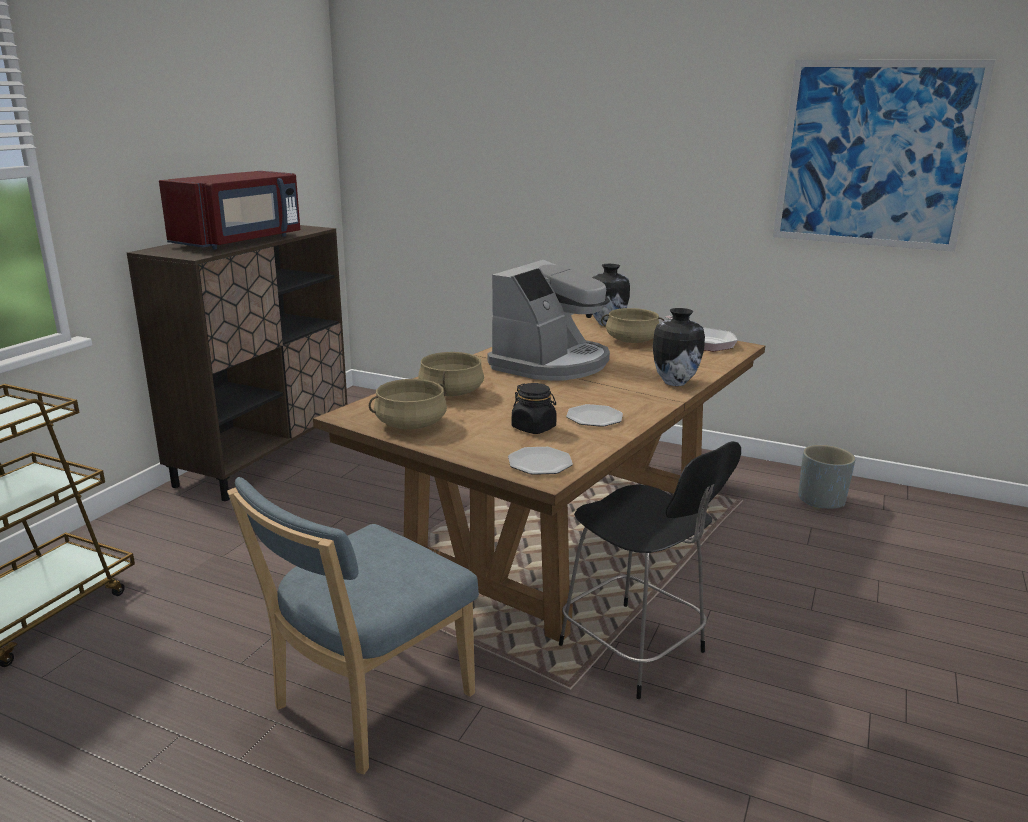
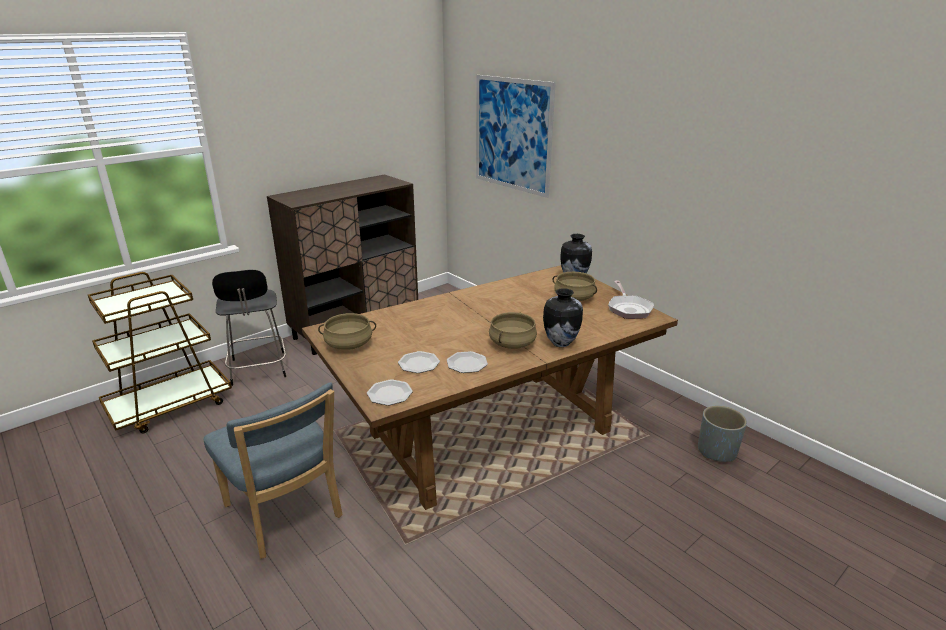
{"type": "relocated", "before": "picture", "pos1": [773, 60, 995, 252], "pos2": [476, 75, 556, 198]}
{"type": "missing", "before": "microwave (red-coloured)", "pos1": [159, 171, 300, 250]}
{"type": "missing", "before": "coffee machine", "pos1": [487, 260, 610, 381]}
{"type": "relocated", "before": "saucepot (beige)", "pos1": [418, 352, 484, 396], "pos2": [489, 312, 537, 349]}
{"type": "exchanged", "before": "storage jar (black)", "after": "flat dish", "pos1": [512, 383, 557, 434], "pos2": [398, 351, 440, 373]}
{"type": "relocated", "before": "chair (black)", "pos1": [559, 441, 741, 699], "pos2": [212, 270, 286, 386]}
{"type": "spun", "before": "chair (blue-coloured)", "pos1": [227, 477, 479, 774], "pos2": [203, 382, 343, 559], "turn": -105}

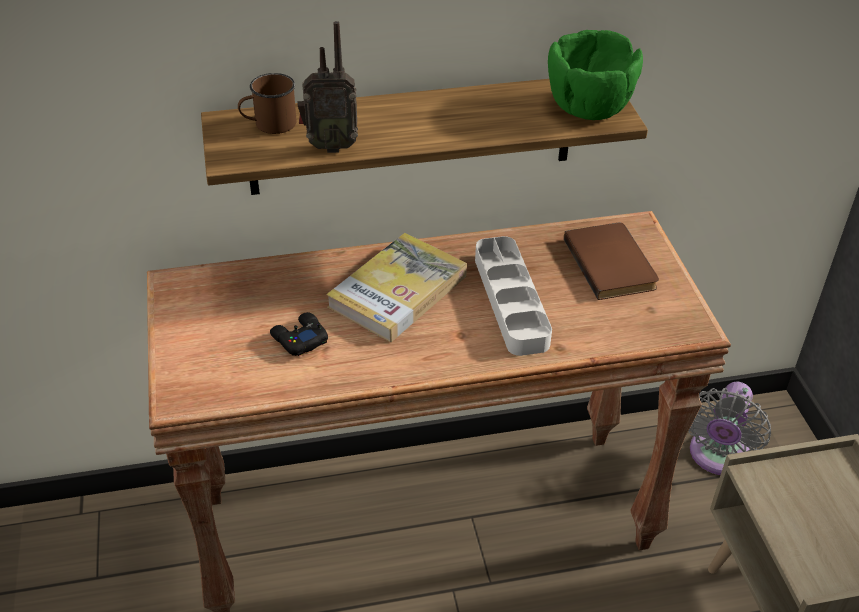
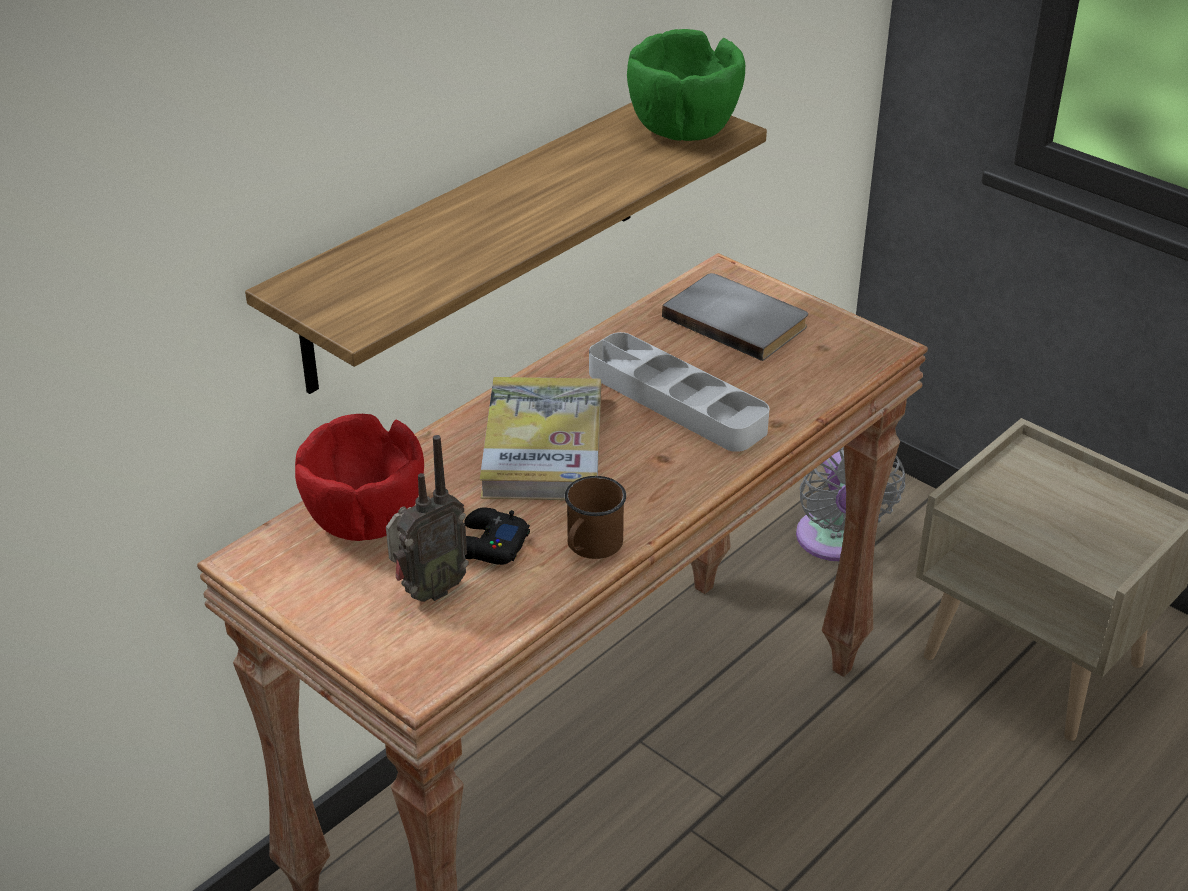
{"type": "relocated", "before": "radio", "pos1": [298, 21, 358, 153], "pos2": [386, 435, 469, 602]}
{"type": "relocated", "before": "tea mug (brown-coloured)", "pos1": [238, 73, 296, 134], "pos2": [565, 476, 626, 559]}
{"type": "colour", "before": "bound book (brown-coloured)", "after": "bound book (greyish)", "pos1": [564, 222, 659, 300], "pos2": [662, 273, 808, 361]}
{"type": "appeared", "after": "bowl (red-coloured)", "pos2": [295, 414, 424, 541]}

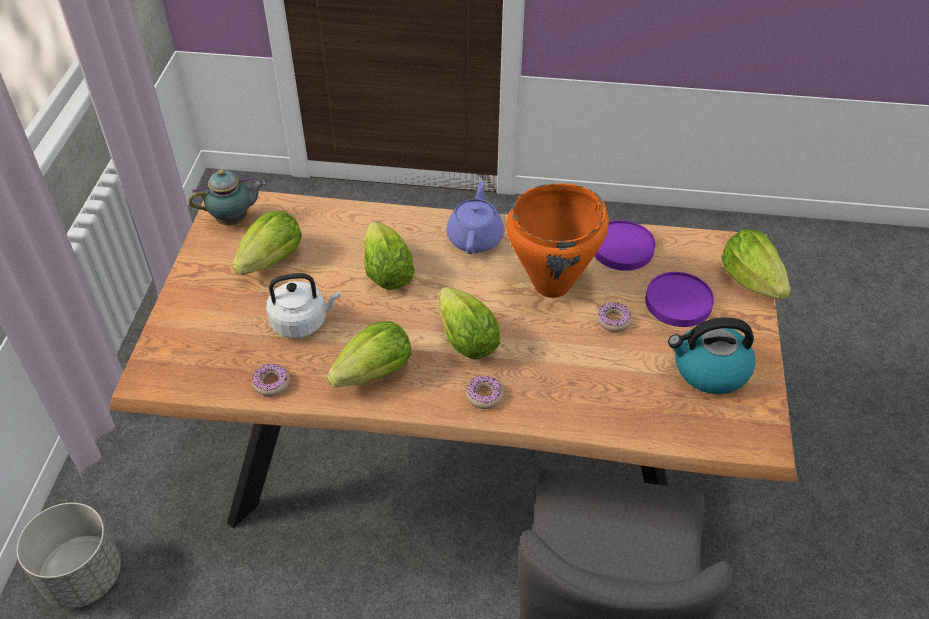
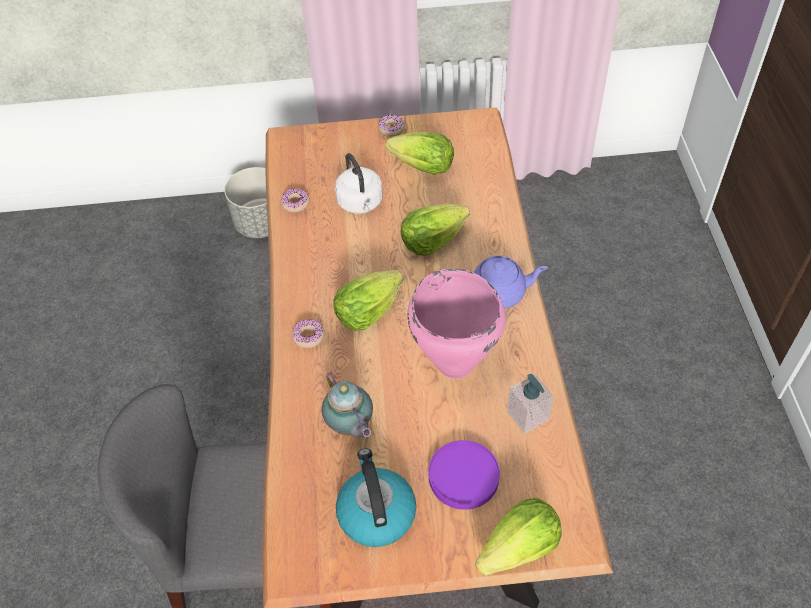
{"type": "relocated", "before": "teapot", "pos1": [189, 169, 266, 225], "pos2": [322, 372, 373, 437]}
{"type": "colour", "before": "saucepot (orange-coloured)", "after": "saucepot (pinkish)", "pos1": [506, 183, 609, 298], "pos2": [407, 268, 506, 379]}
{"type": "exchanged", "before": "flat dish (purplish)", "after": "liquid soap bottle", "pos1": [594, 220, 655, 271], "pos2": [507, 374, 553, 434]}
{"type": "relocated", "before": "ring doughnut", "pos1": [596, 302, 632, 332], "pos2": [378, 115, 405, 137]}
{"type": "missing", "before": "lettuce", "pos1": [327, 321, 411, 388]}

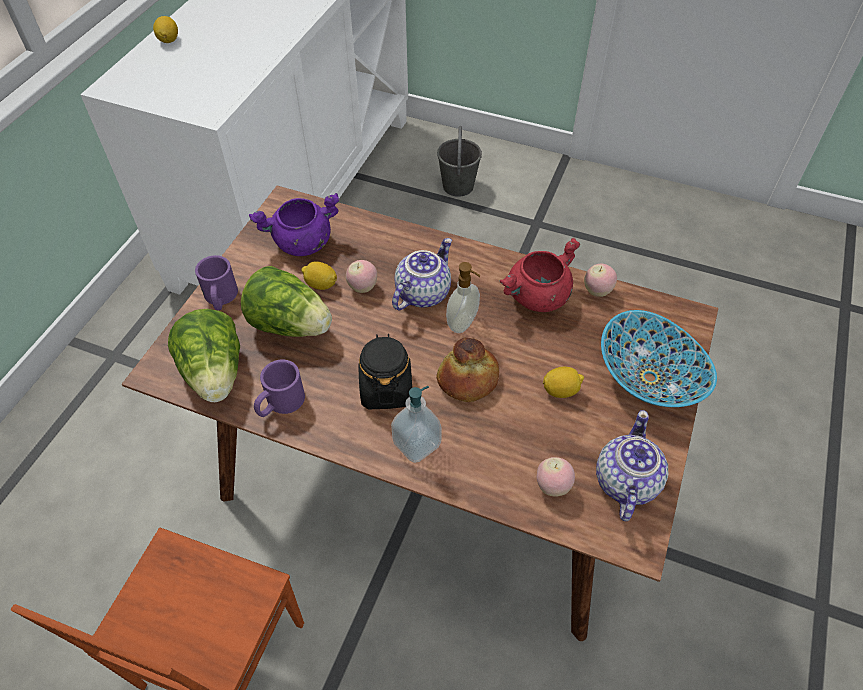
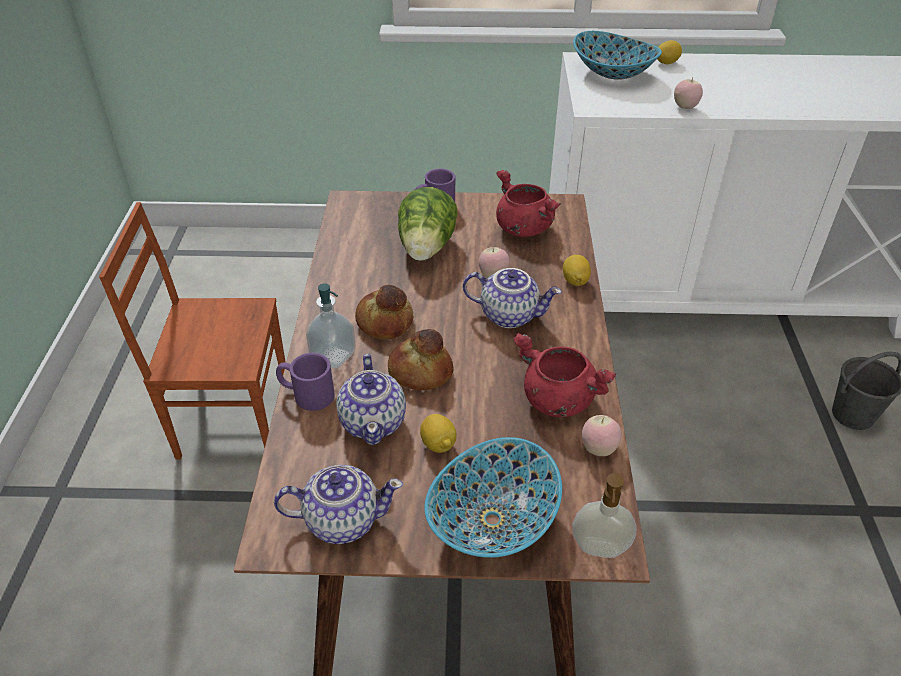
{"type": "colour", "before": "saucepot (purplish)", "after": "saucepot (red-coloured)", "pos1": [249, 193, 340, 256], "pos2": [496, 170, 561, 237]}
{"type": "relocated", "before": "citrus fruit", "pos1": [301, 262, 337, 290], "pos2": [563, 255, 591, 286]}
{"type": "relocated", "before": "liquid soap bottle", "pos1": [446, 262, 481, 333], "pos2": [573, 473, 637, 558]}
{"type": "missing", "before": "lettuce", "pos1": [168, 309, 240, 402]}
{"type": "exchanged", "before": "storage jar (black)", "after": "bakery bread", "pos1": [359, 334, 412, 409], "pos2": [355, 285, 414, 339]}
{"type": "relocated", "before": "tea mug (purplish)", "pos1": [254, 360, 305, 417], "pos2": [276, 353, 335, 411]}
{"type": "relocated", "before": "apple", "pos1": [537, 457, 575, 497], "pos2": [674, 78, 703, 109]}
{"type": "appeared", "after": "bowl", "pos2": [573, 31, 662, 80]}
{"type": "appeared", "after": "teapot", "pos2": [336, 354, 406, 445]}

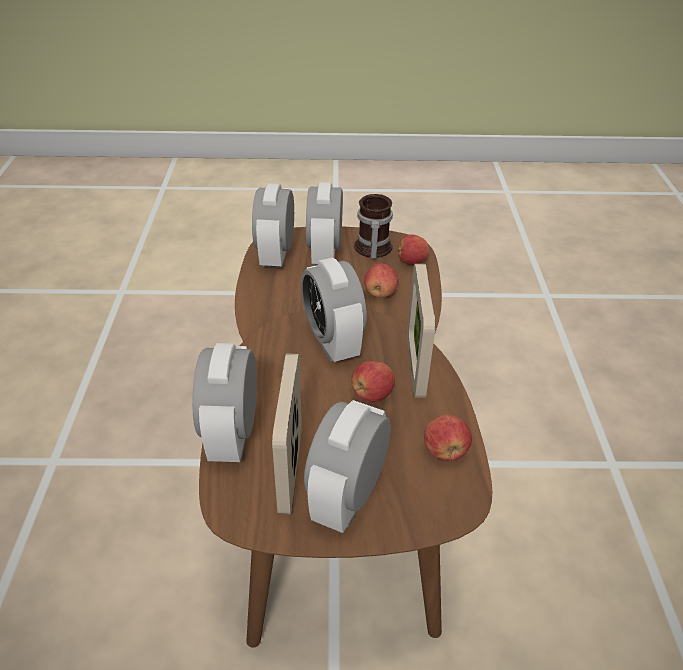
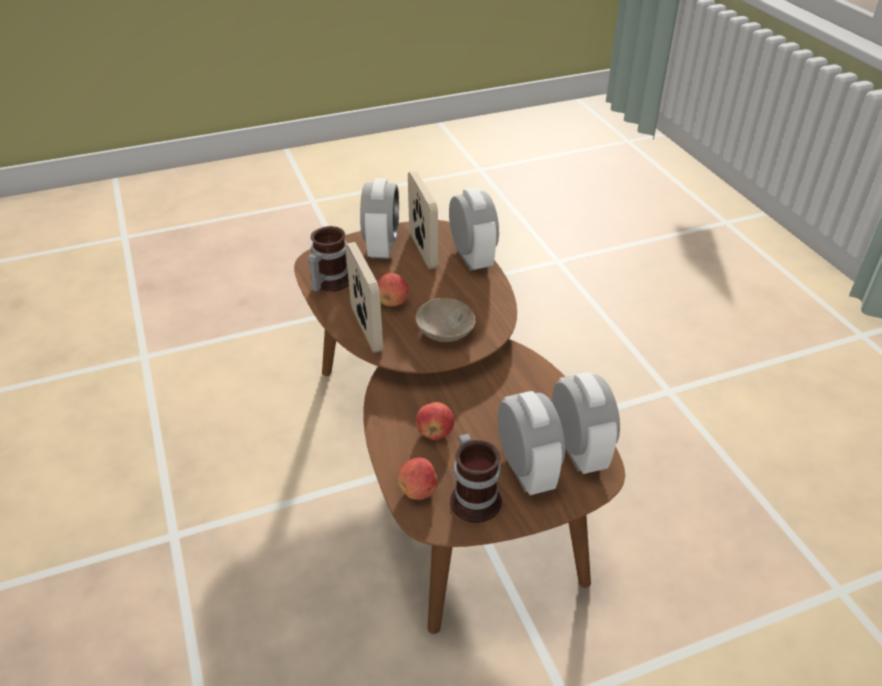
{"type": "exchanged", "before": "table clock", "after": "bowl (beige)", "pos1": [301, 258, 367, 362], "pos2": [416, 298, 475, 342]}
{"type": "exchanged", "before": "apple", "after": "tea mug", "pos1": [424, 415, 472, 461], "pos2": [308, 226, 349, 292]}

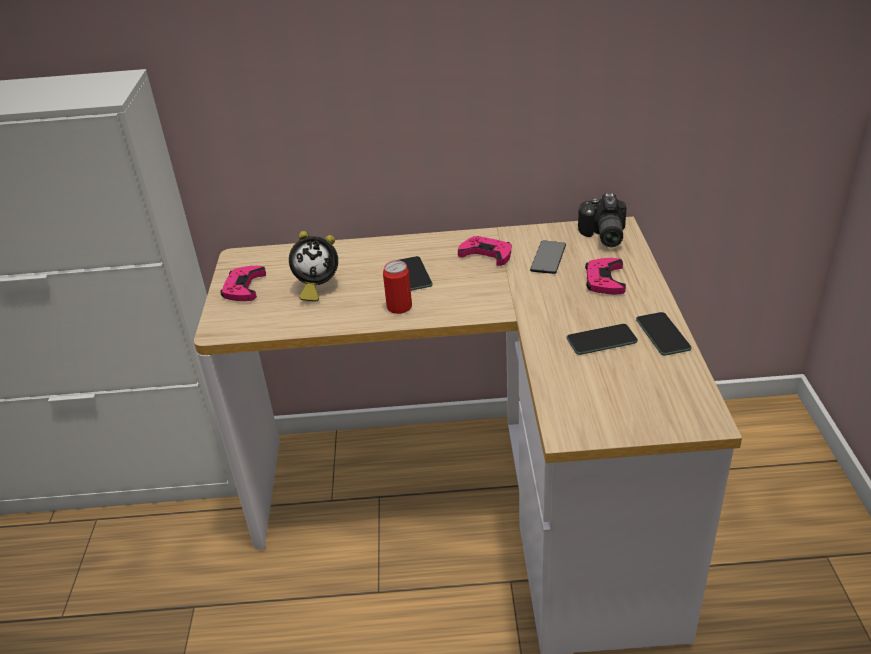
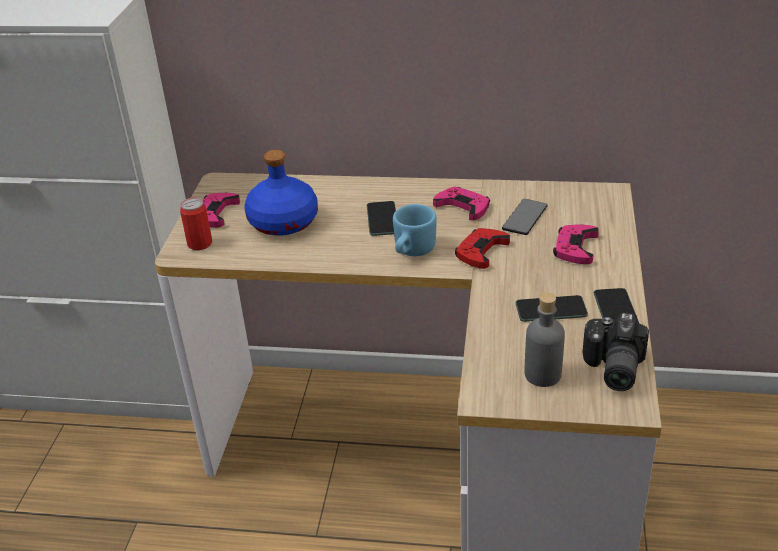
{"type": "relocated", "before": "photo camera", "pos1": [578, 193, 626, 247], "pos2": [582, 312, 649, 391]}
{"type": "exchanged", "before": "table clock", "after": "drink bottle (blue-coloured)", "pos1": [289, 231, 338, 302], "pos2": [244, 150, 318, 236]}
{"type": "relocated", "before": "metal can", "pos1": [383, 260, 412, 314], "pos2": [180, 197, 212, 250]}
{"type": "appeared", "after": "tea mug (blue-coloured)", "pos2": [393, 204, 437, 256]}
{"type": "appeared", "after": "game controller (red-coloured)", "pos2": [455, 228, 510, 269]}
{"type": "appeared", "after": "drink bottle (greyish)", "pos2": [525, 293, 565, 387]}

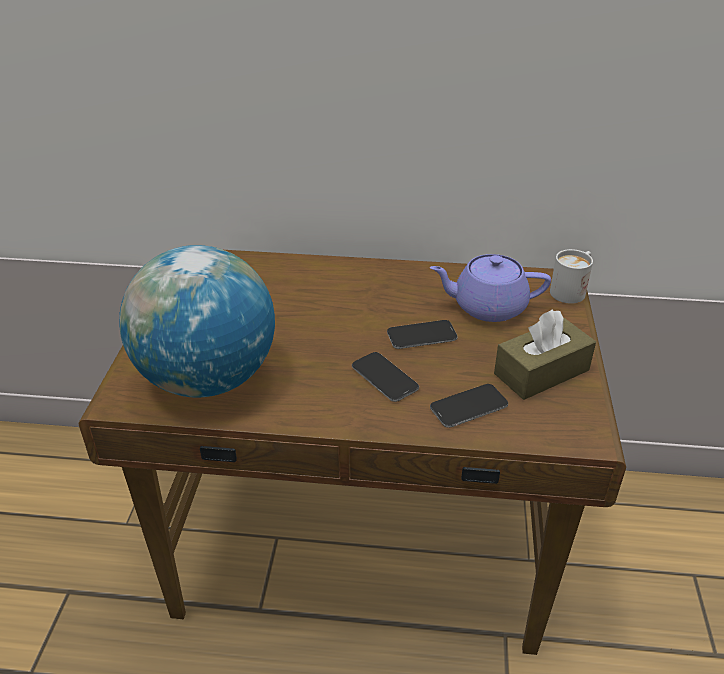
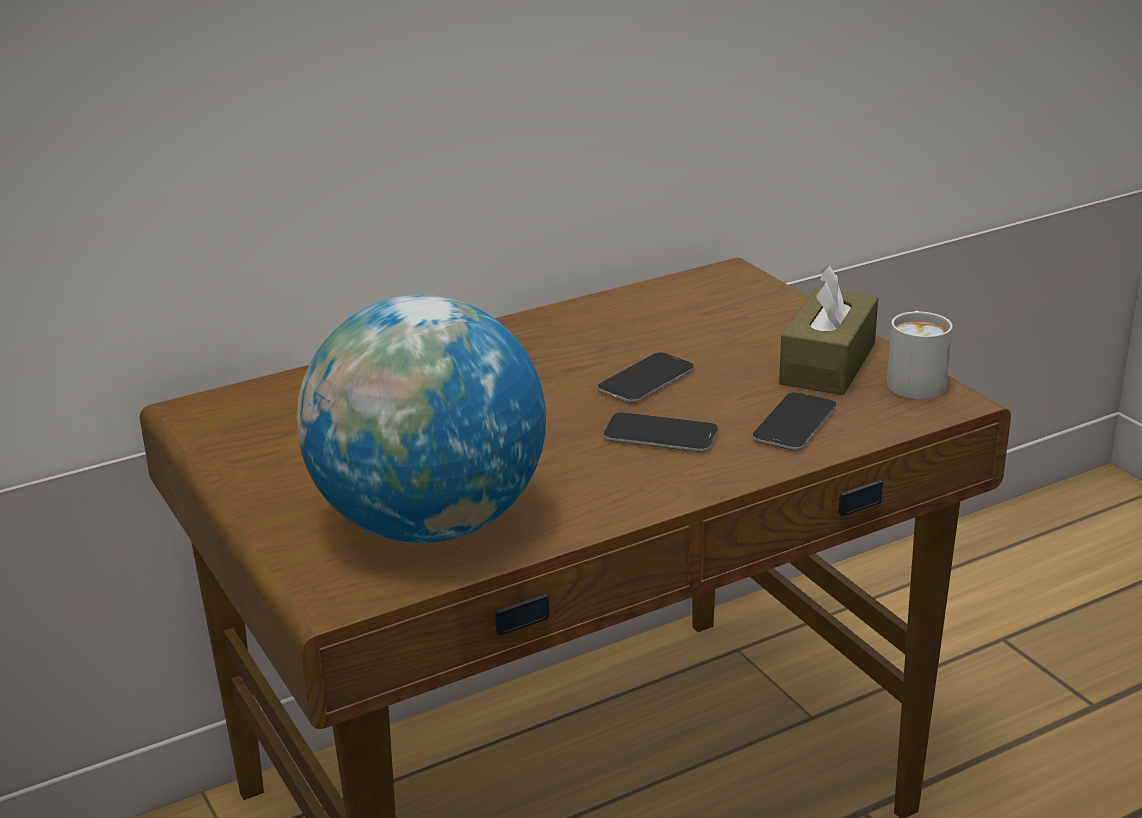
{"type": "relocated", "before": "tea mug (white-coloured)", "pos1": [550, 249, 593, 304], "pos2": [887, 311, 953, 399]}
{"type": "missing", "before": "teapot (purplish)", "pos1": [430, 254, 551, 322]}

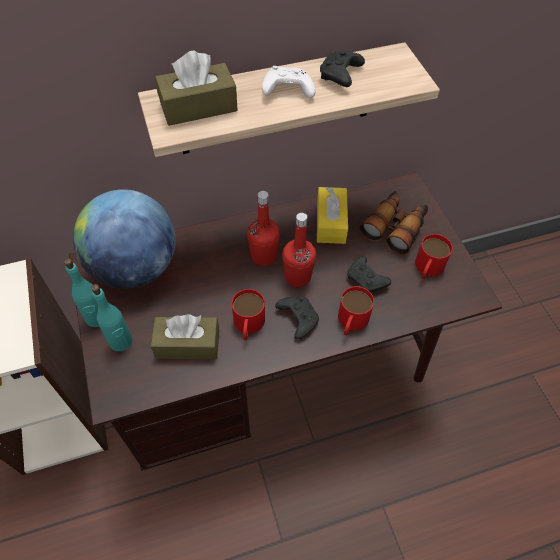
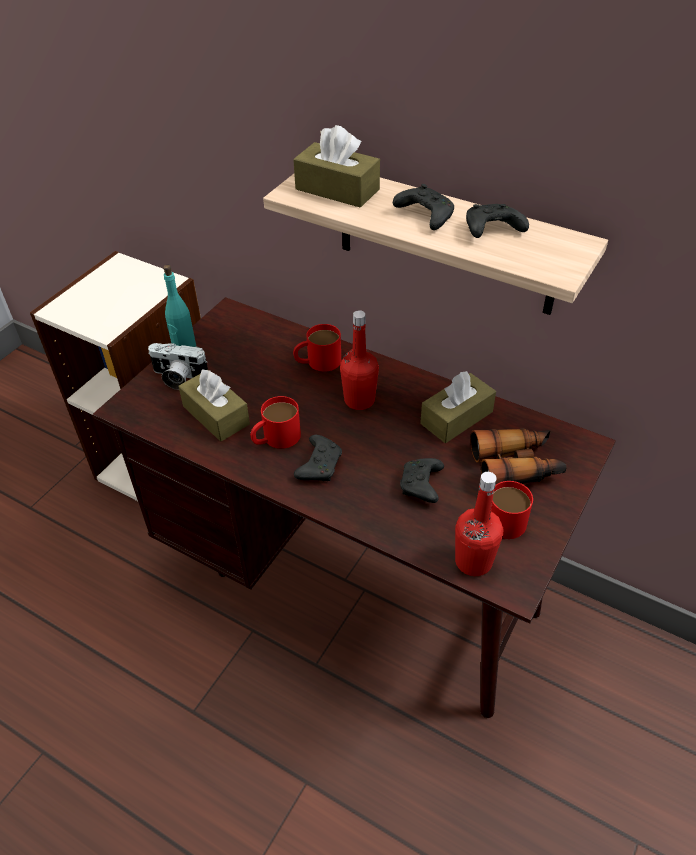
{"type": "colour", "before": "game controller (white-coloured)", "after": "game controller (black)", "pos1": [262, 66, 316, 98], "pos2": [393, 184, 454, 230]}
{"type": "colour", "before": "tissue holder (yellow-coloured)", "after": "tissue holder (brown-coloured)", "pos1": [317, 187, 348, 244], "pos2": [420, 371, 496, 443]}
{"type": "missing", "before": "desk globe", "pos1": [73, 189, 176, 289]}
{"type": "relocated", "before": "drink bottle (red-coloured)", "pos1": [282, 213, 316, 287], "pos2": [455, 472, 503, 576]}
{"type": "exchanged", "before": "drink bottle (turquoise)", "after": "photo camera", "pos1": [91, 284, 132, 351], "pos2": [148, 343, 208, 390]}
{"type": "relocated", "before": "tea mug (red-coloured)", "pos1": [338, 286, 374, 336], "pos2": [293, 324, 341, 372]}

